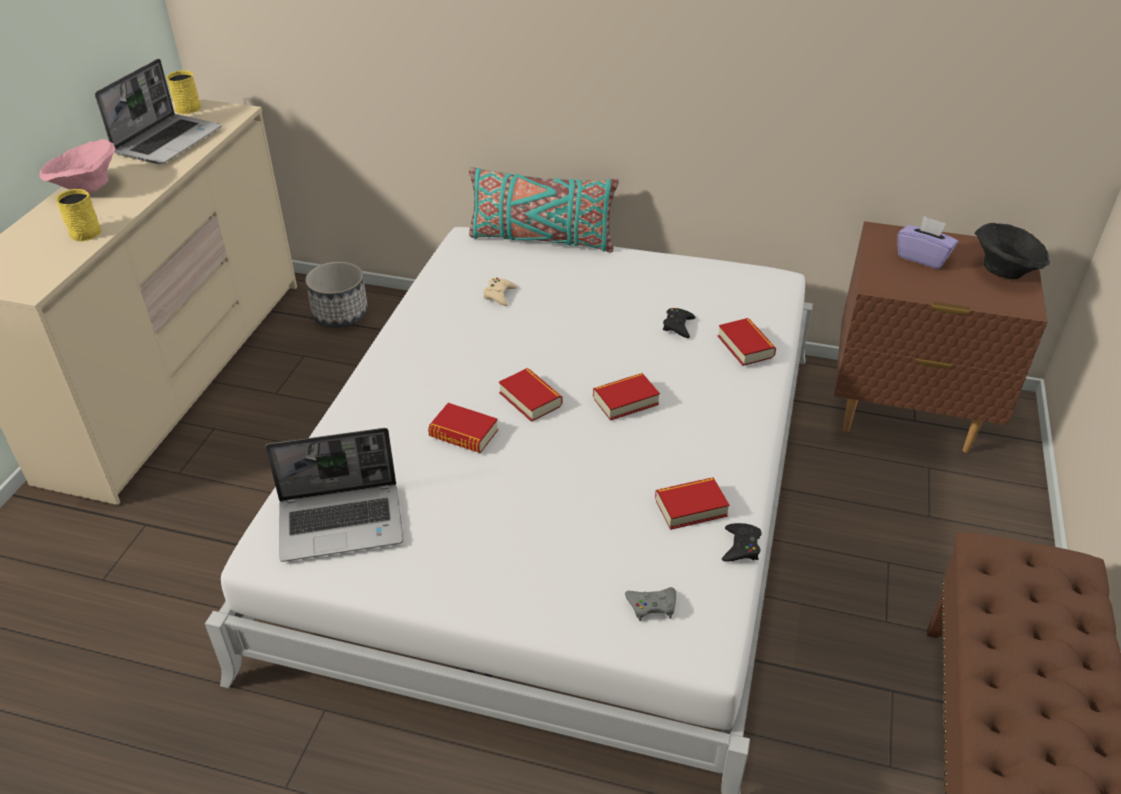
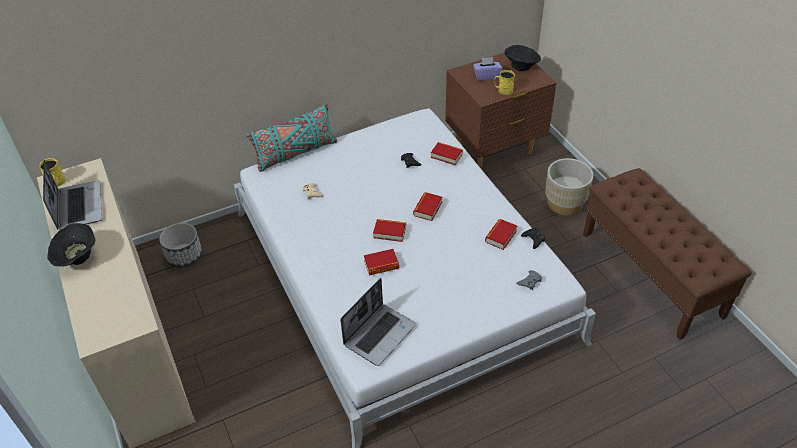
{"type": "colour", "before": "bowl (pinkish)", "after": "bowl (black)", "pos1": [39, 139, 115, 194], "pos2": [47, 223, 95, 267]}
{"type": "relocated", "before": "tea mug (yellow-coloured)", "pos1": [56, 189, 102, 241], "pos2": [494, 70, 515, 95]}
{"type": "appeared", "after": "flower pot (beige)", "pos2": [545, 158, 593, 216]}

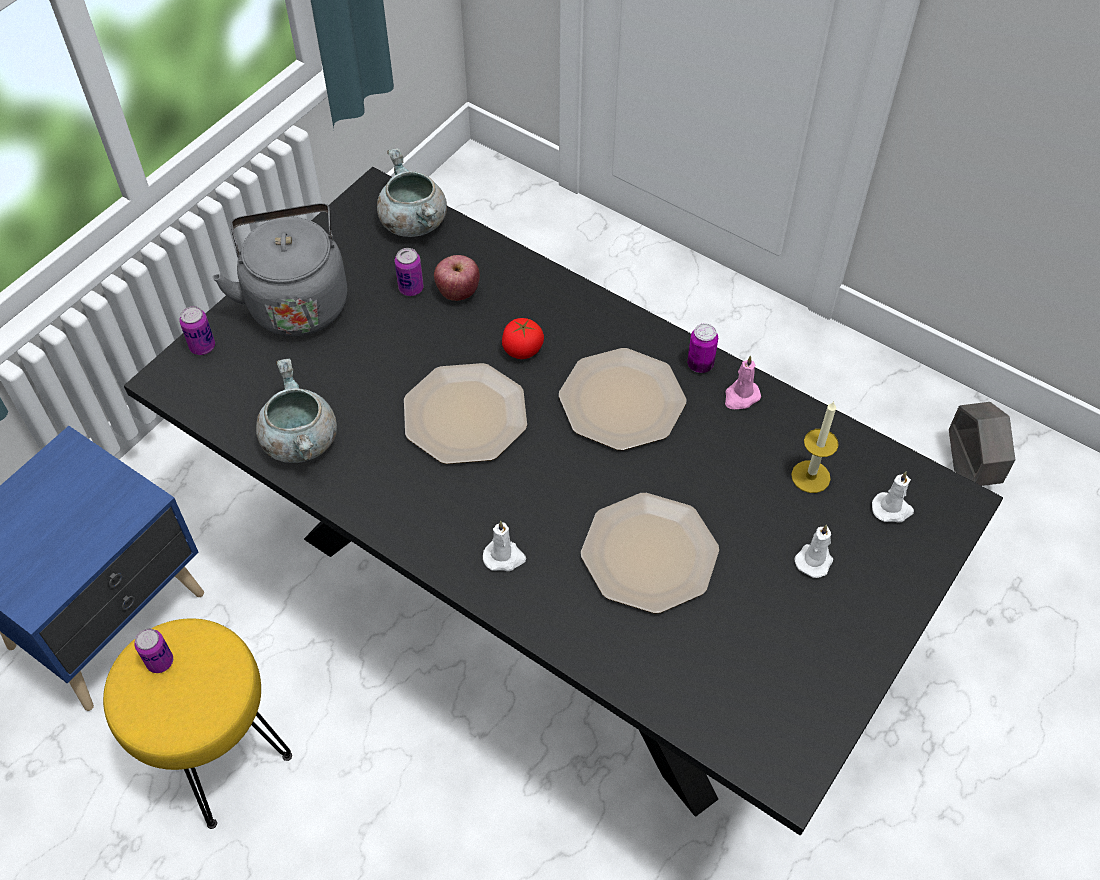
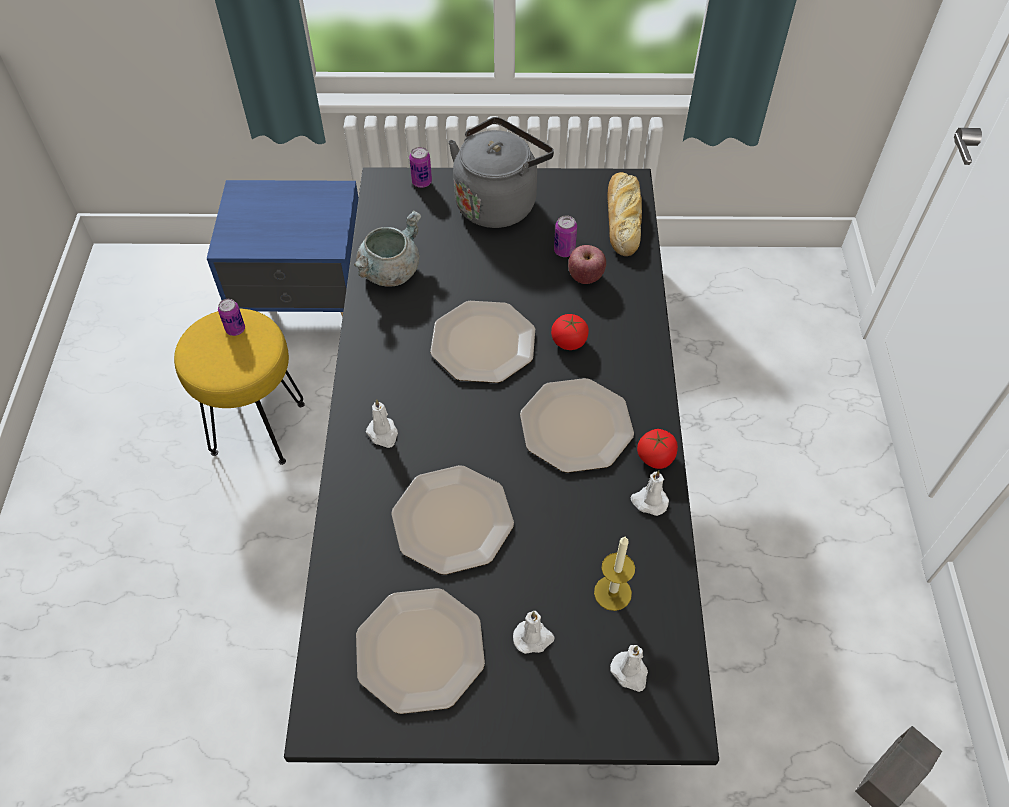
{"type": "exchanged", "before": "saucepot (greyish)", "after": "bakery bread", "pos1": [377, 148, 447, 237], "pos2": [608, 172, 642, 256]}
{"type": "exchanged", "before": "metal can", "after": "tomato", "pos1": [687, 324, 718, 373], "pos2": [637, 429, 678, 469]}
{"type": "colour", "before": "candle (pinkish)", "after": "candle (white-coloured)", "pos1": [725, 355, 761, 409], "pos2": [630, 470, 669, 516]}
{"type": "appeared", "after": "flat dish", "pos2": [356, 588, 485, 714]}

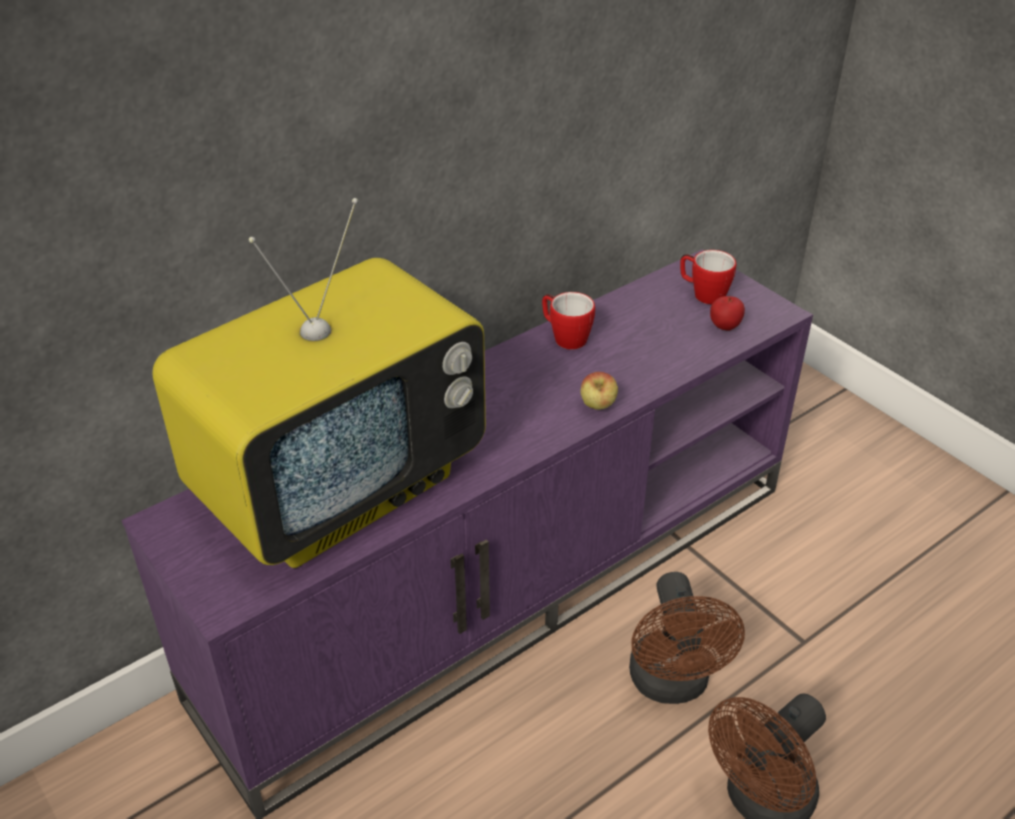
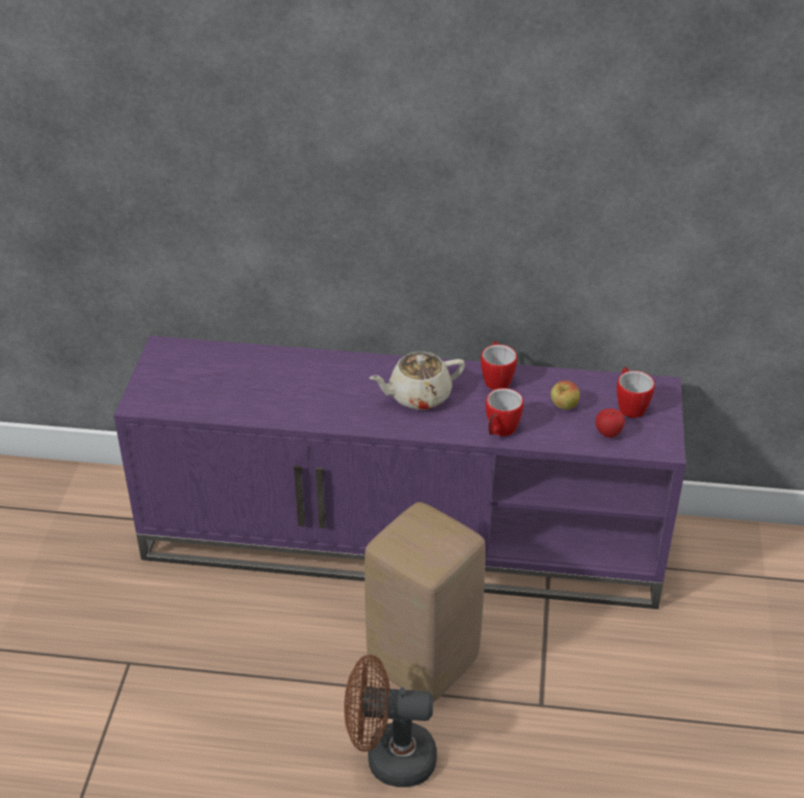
{"type": "missing", "before": "TV", "pos1": [152, 198, 486, 568]}
{"type": "relocated", "before": "apple", "pos1": [581, 372, 618, 410], "pos2": [551, 381, 580, 410]}
{"type": "exchanged", "before": "fan (brown-coloured)", "after": "sitting stool (beige)", "pos1": [629, 572, 745, 704], "pos2": [365, 502, 486, 702]}
{"type": "appeared", "after": "teapot (beige)", "pos2": [369, 351, 465, 410]}
{"type": "appeared", "after": "tea mug", "pos2": [486, 388, 524, 436]}

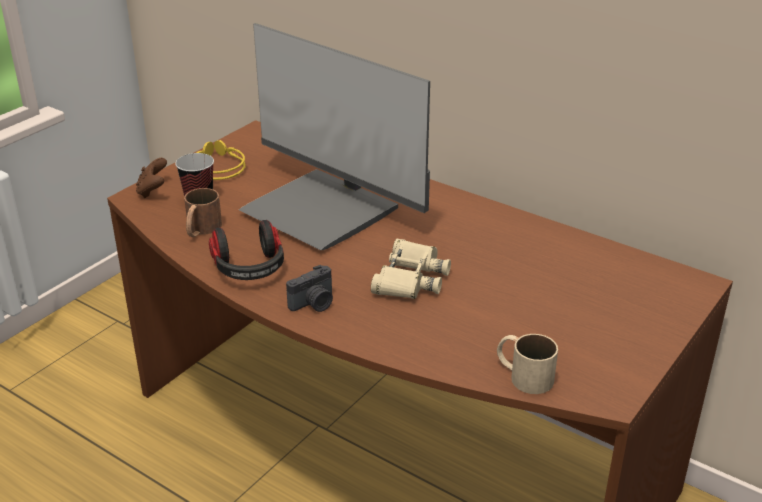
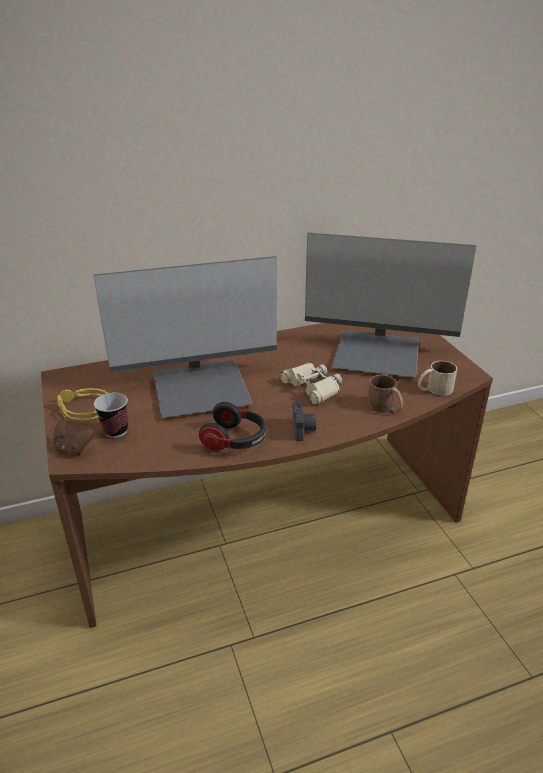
{"type": "relocated", "before": "tea mug (brown-coloured)", "pos1": [184, 188, 222, 237], "pos2": [368, 375, 403, 412]}
{"type": "appeared", "after": "monitor", "pos2": [305, 233, 476, 378]}

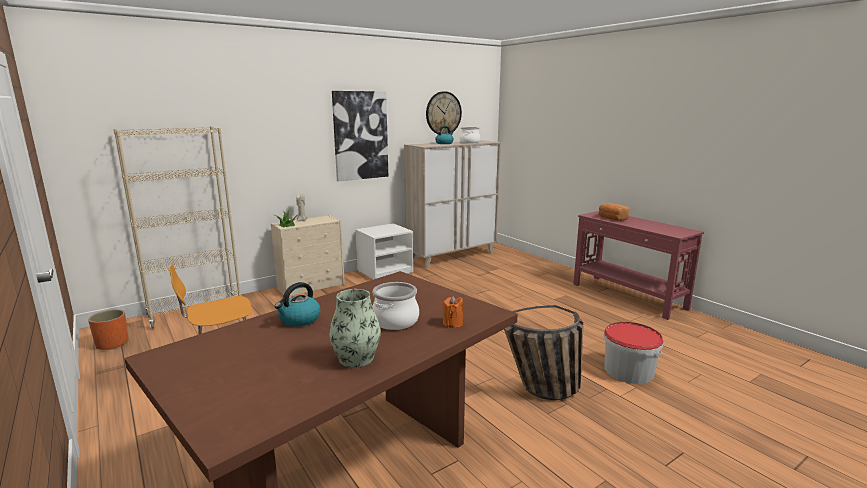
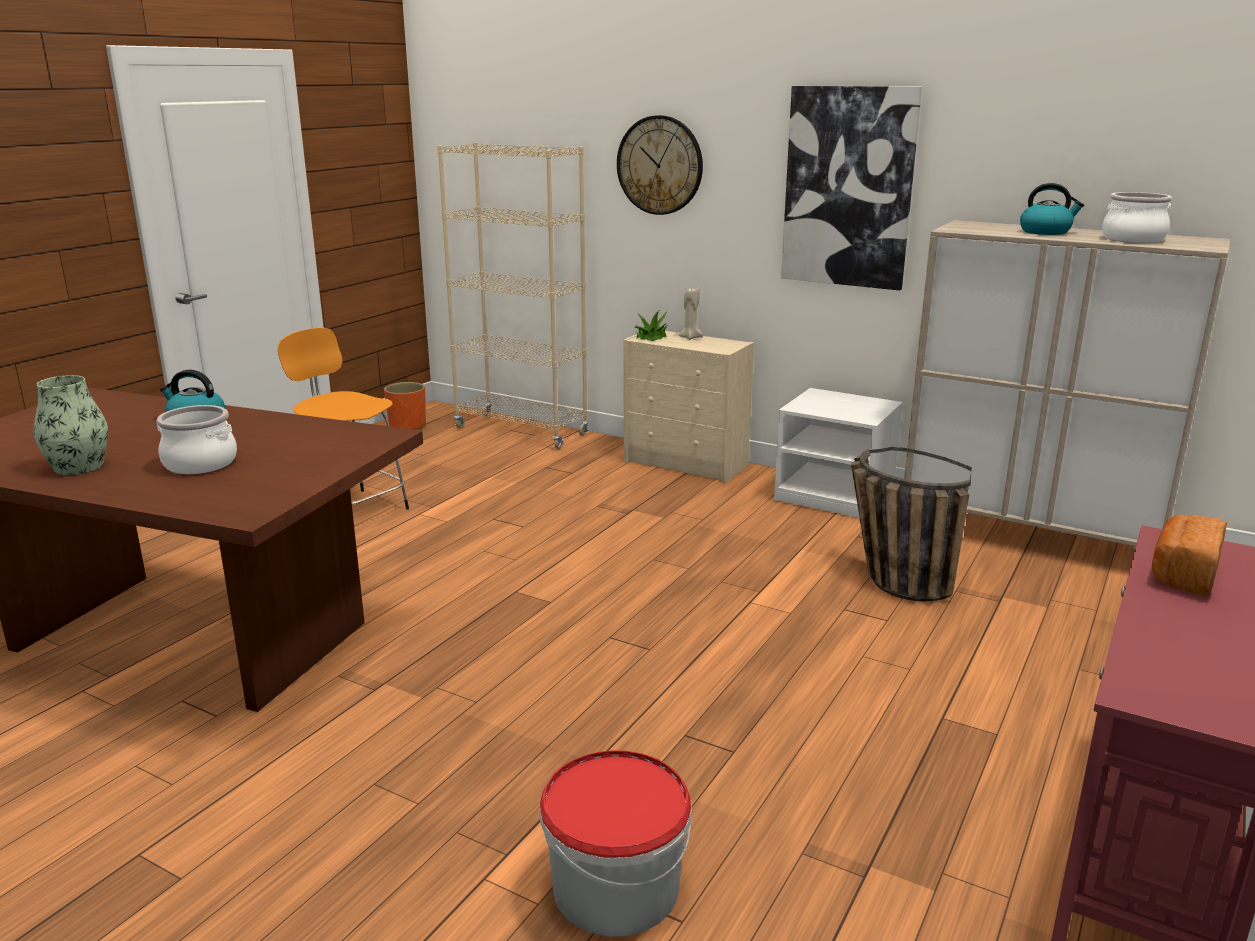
{"type": "relocated", "before": "hanging clock", "pos1": [426, 91, 462, 134], "pos2": [617, 115, 703, 215]}
{"type": "missing", "before": "candle (orange-coloured)", "pos1": [443, 296, 463, 328]}
{"type": "relocated", "before": "household basket", "pos1": [504, 305, 583, 400], "pos2": [851, 447, 972, 601]}

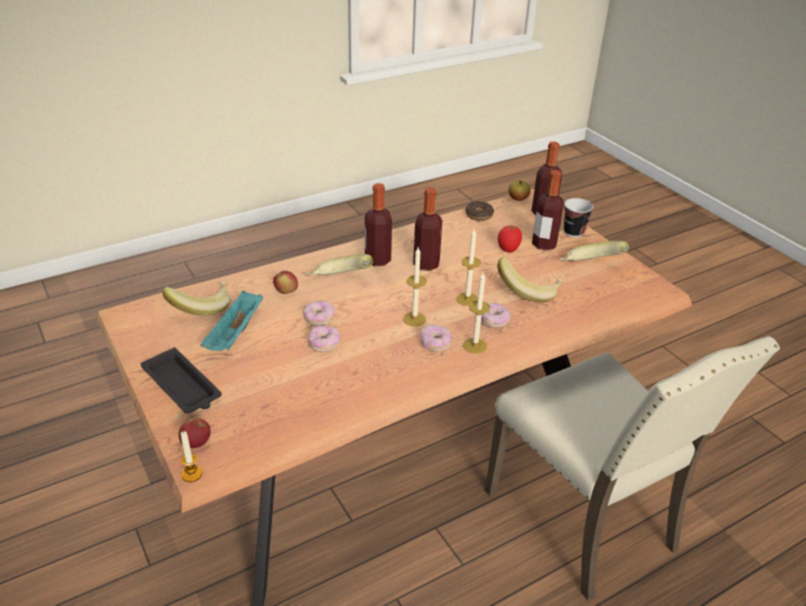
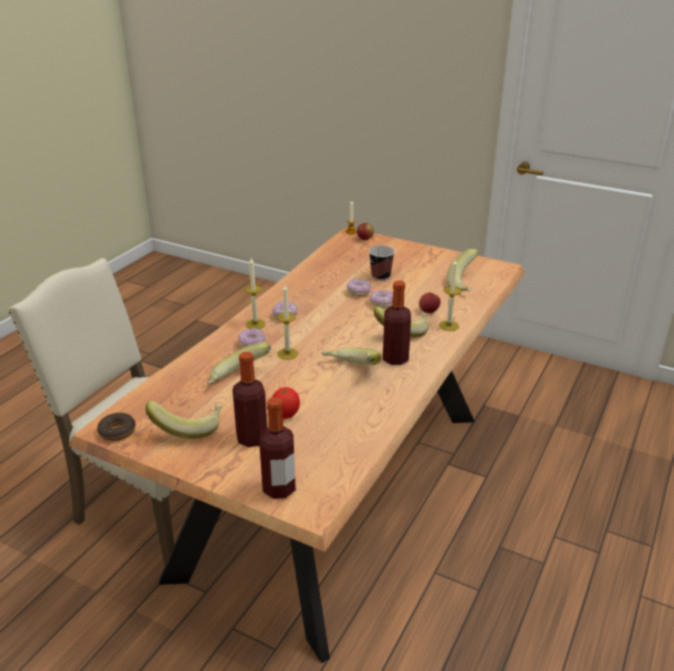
{"type": "missing", "before": "apple", "pos1": [508, 181, 531, 201]}
{"type": "exchanged", "before": "drink bottle", "after": "banana", "pos1": [413, 187, 442, 271], "pos2": [322, 347, 381, 365]}
{"type": "relocated", "before": "small cup", "pos1": [564, 198, 593, 237], "pos2": [369, 245, 395, 281]}
{"type": "relocated", "before": "ring doughnut", "pos1": [465, 201, 494, 221], "pos2": [97, 413, 136, 441]}
{"type": "relocated", "before": "candle", "pos1": [403, 247, 427, 327], "pos2": [439, 259, 461, 331]}
{"type": "missing", "before": "serving tray (turquoise)", "pos1": [200, 290, 263, 351]}
{"type": "missing", "before": "serving tray (black)", "pos1": [141, 348, 222, 413]}

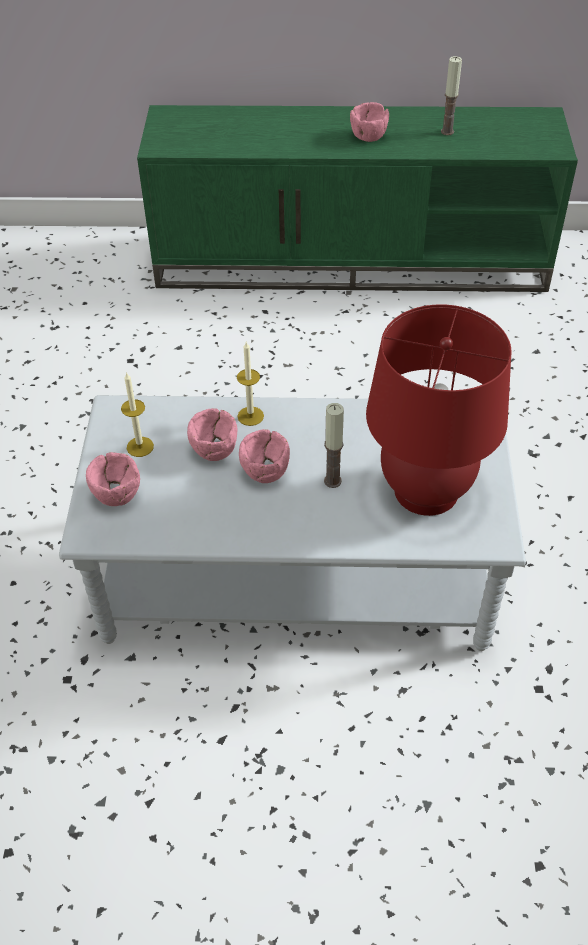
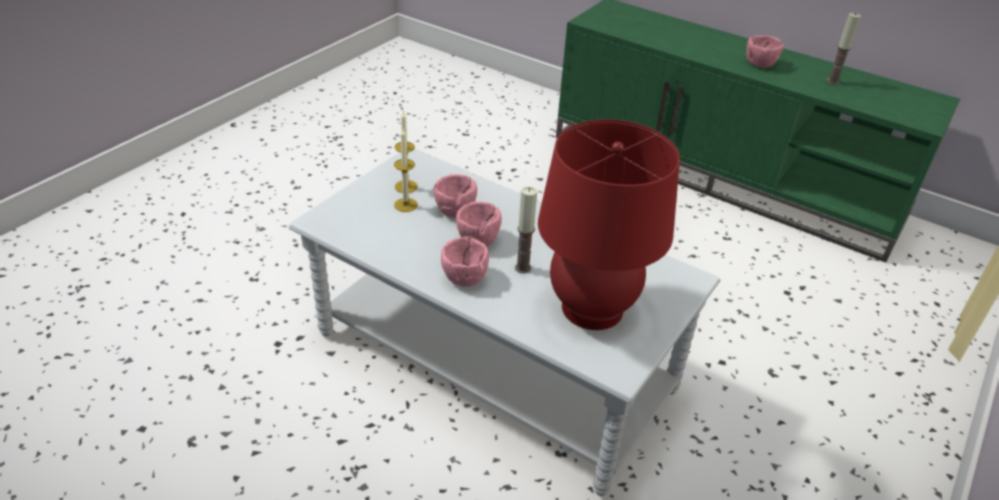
{"type": "relocated", "before": "candle", "pos1": [237, 342, 264, 426], "pos2": [394, 129, 418, 212]}
{"type": "relocated", "before": "bowl (pinkish)", "pos1": [86, 452, 140, 506], "pos2": [441, 237, 489, 287]}

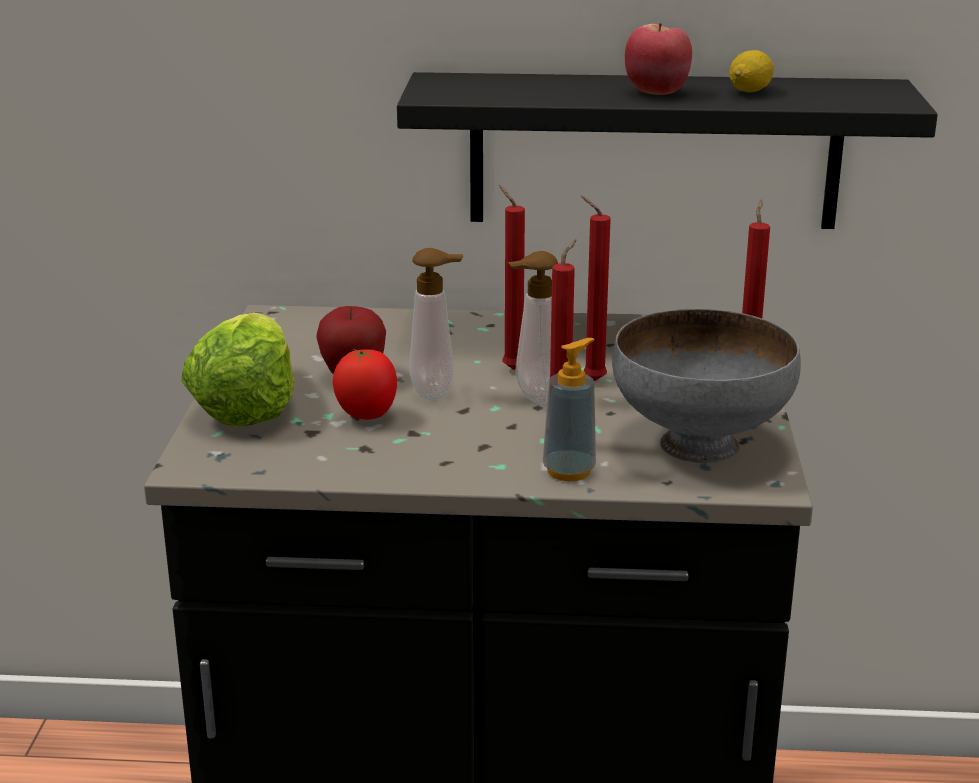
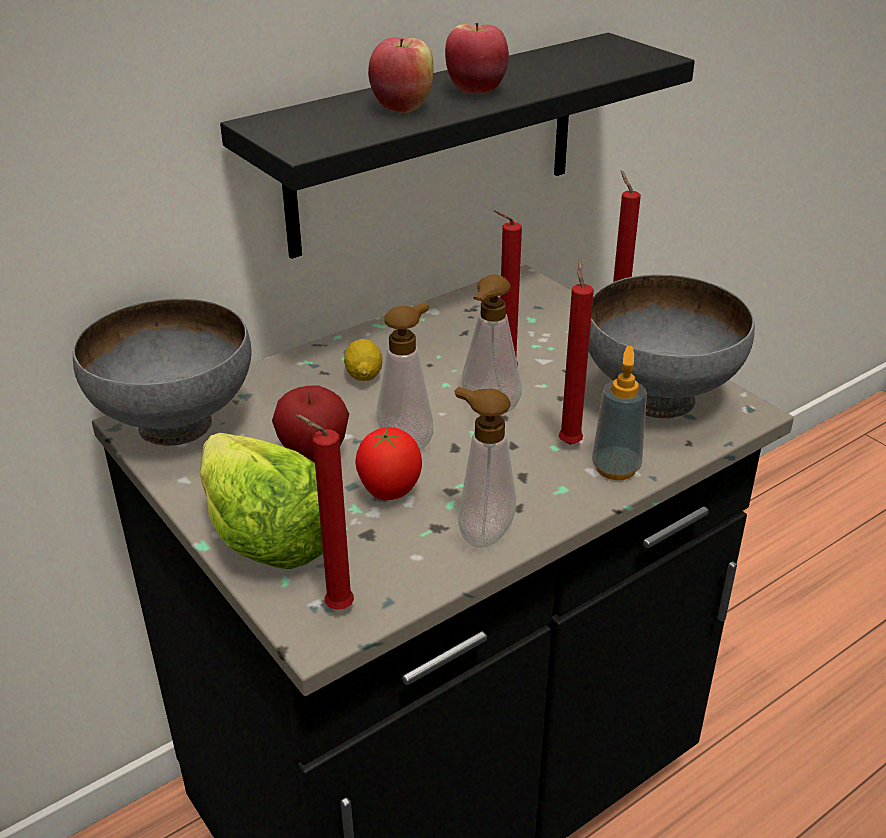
{"type": "relocated", "before": "citrus fruit", "pos1": [729, 50, 774, 92], "pos2": [344, 339, 382, 381]}
{"type": "relocated", "before": "candle (red-coloured)", "pos1": [499, 185, 525, 370], "pos2": [295, 414, 354, 610]}
{"type": "appeared", "after": "apple", "pos2": [368, 37, 433, 113]}
{"type": "appeared", "after": "bowl (greyish)", "pos2": [73, 298, 251, 446]}
{"type": "appeared", "after": "liquid soap bottle", "pos2": [455, 387, 516, 548]}

